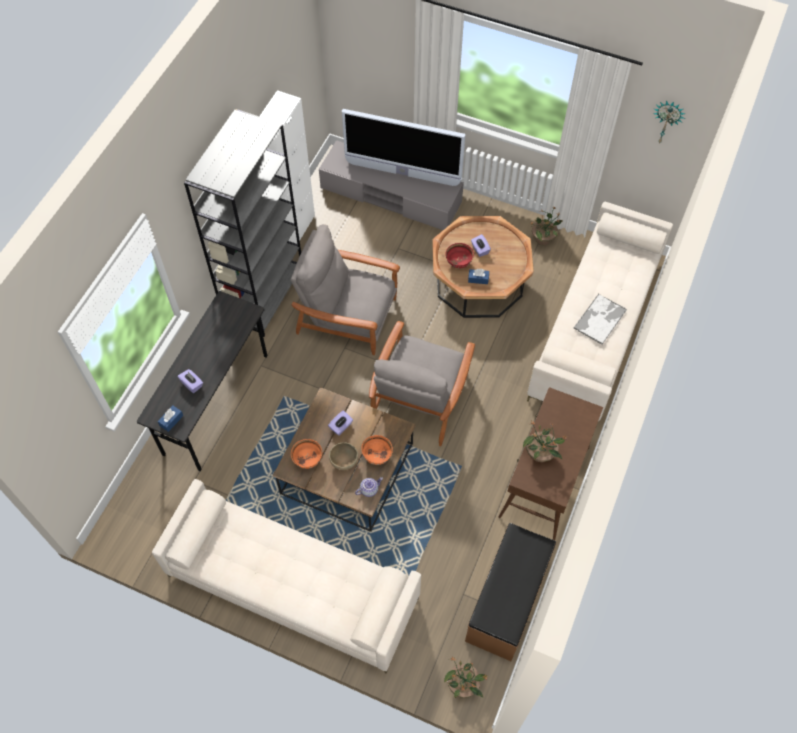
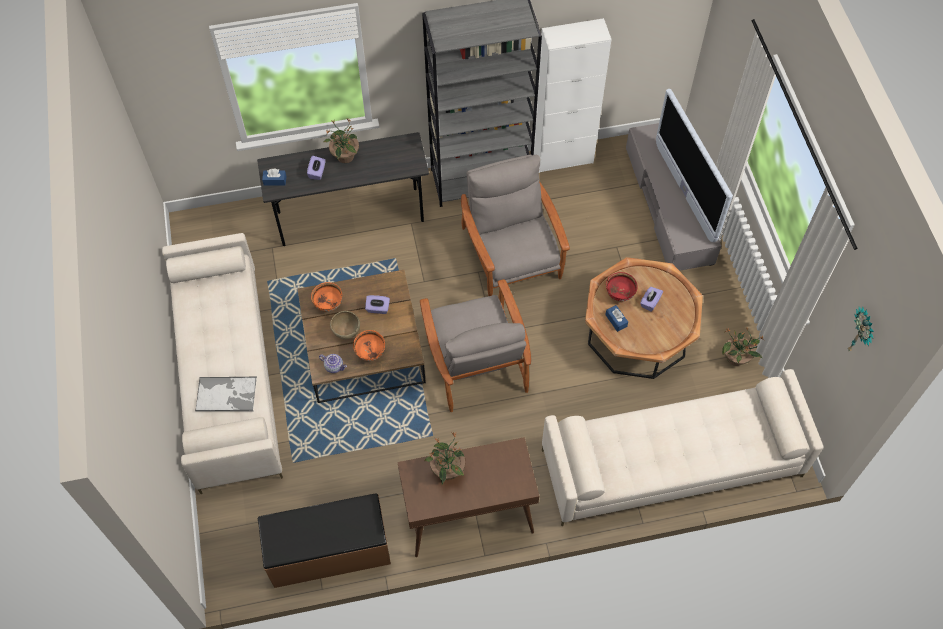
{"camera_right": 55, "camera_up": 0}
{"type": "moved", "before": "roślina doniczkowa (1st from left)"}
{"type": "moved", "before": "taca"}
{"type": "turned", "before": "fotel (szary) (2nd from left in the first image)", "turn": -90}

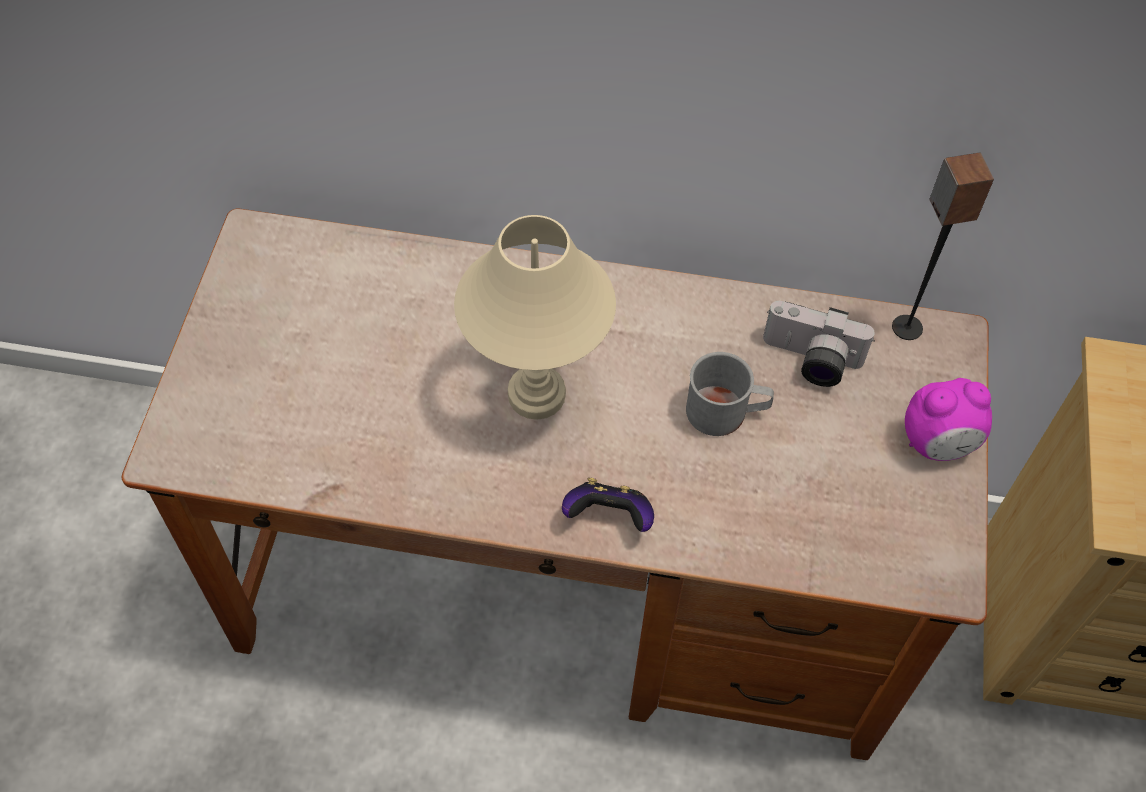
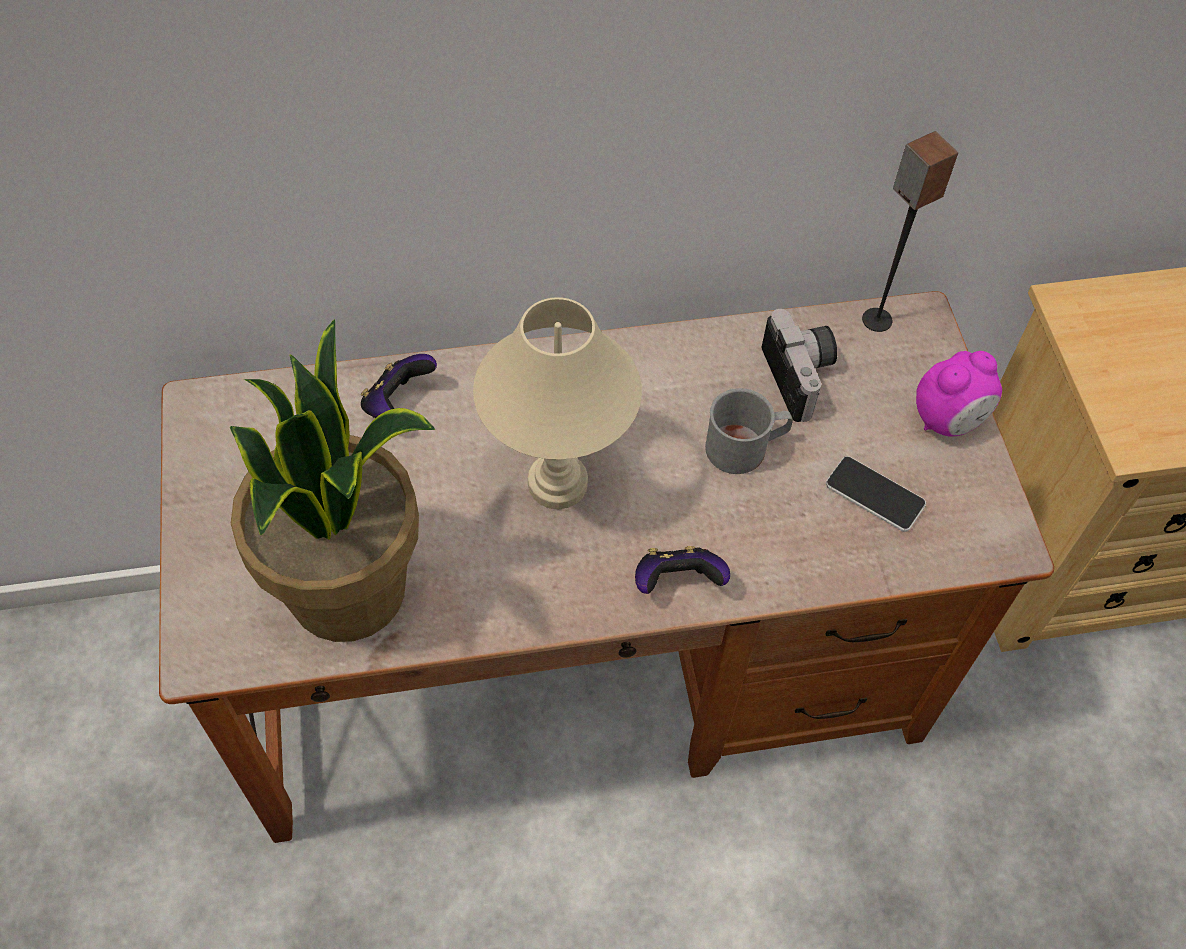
{"camera_right": -20, "camera_up": 0}
{"type": "added", "after": "roślina doniczkowa"}
{"type": "added", "after": "pad do gier (1st from left)"}
{"type": "added", "after": "telefon"}
{"type": "turned", "before": "aparat fotograficzny", "turn": -105}

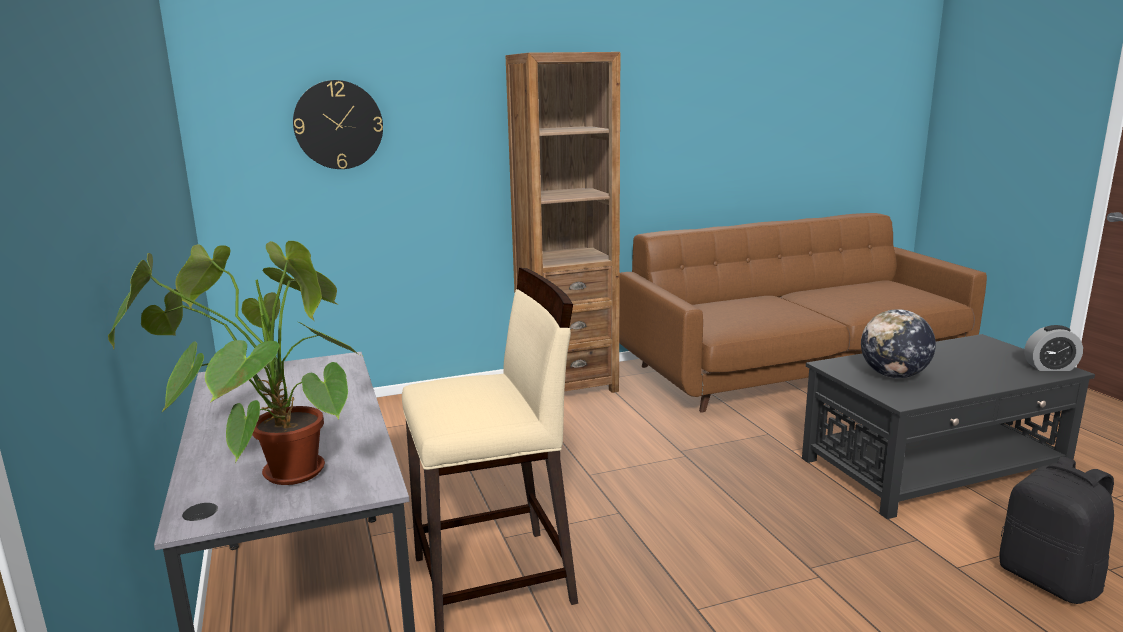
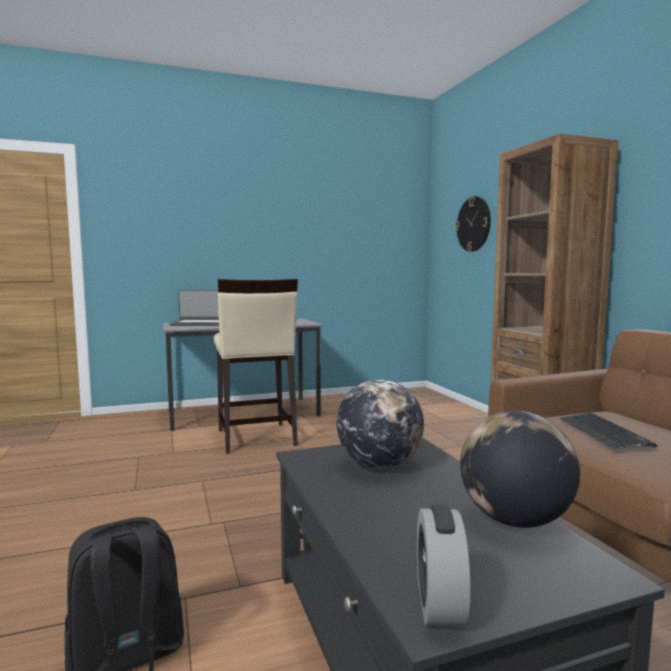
{"camera_right": 90, "camera_up": -10}
{"type": "added", "after": "globus (2nd from left)"}
{"type": "added", "after": "klawiatura"}
{"type": "replaced", "before": "roślina doniczkowa", "after": "laptop"}

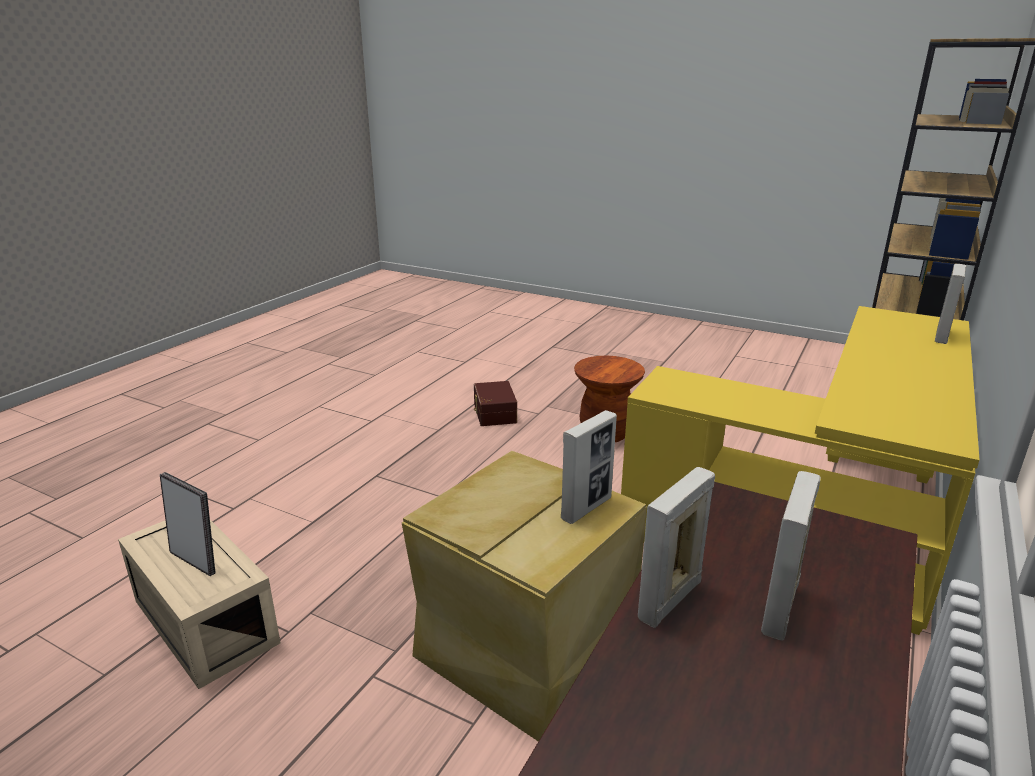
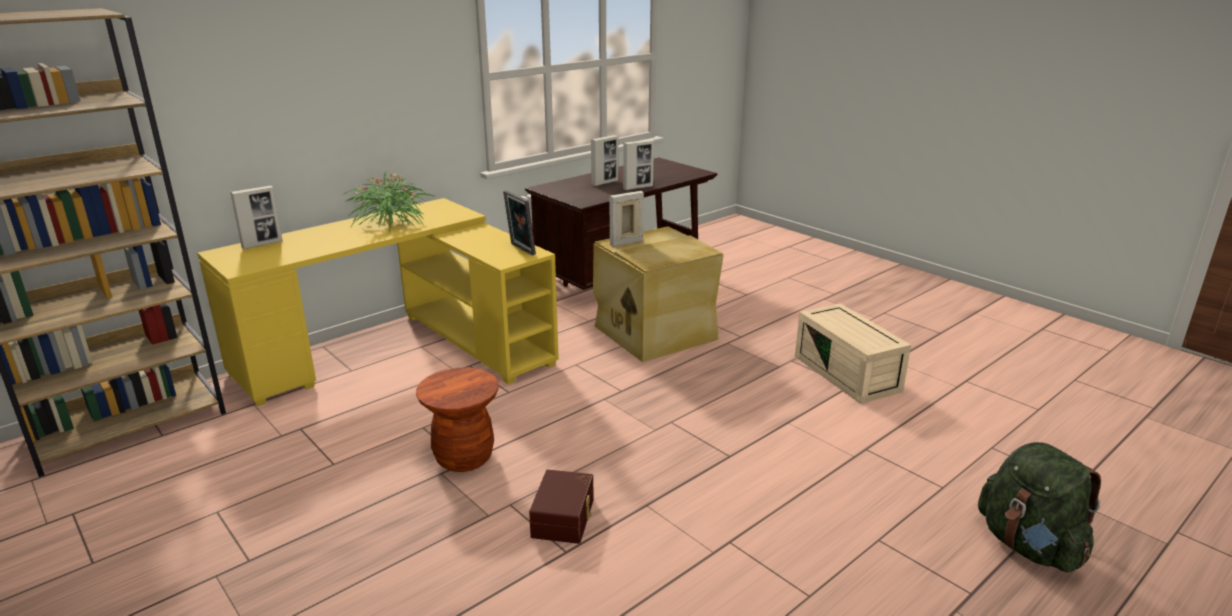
{"camera_right": -160, "camera_up": 0}
{"type": "added", "after": "roślina doniczkowa"}
{"type": "added", "after": "plecak (zielony)"}
{"type": "moved", "before": "ramka na zdjęcie (1st from left in the first image)", "after": "ramka na zdjęcie (2nd from left)"}

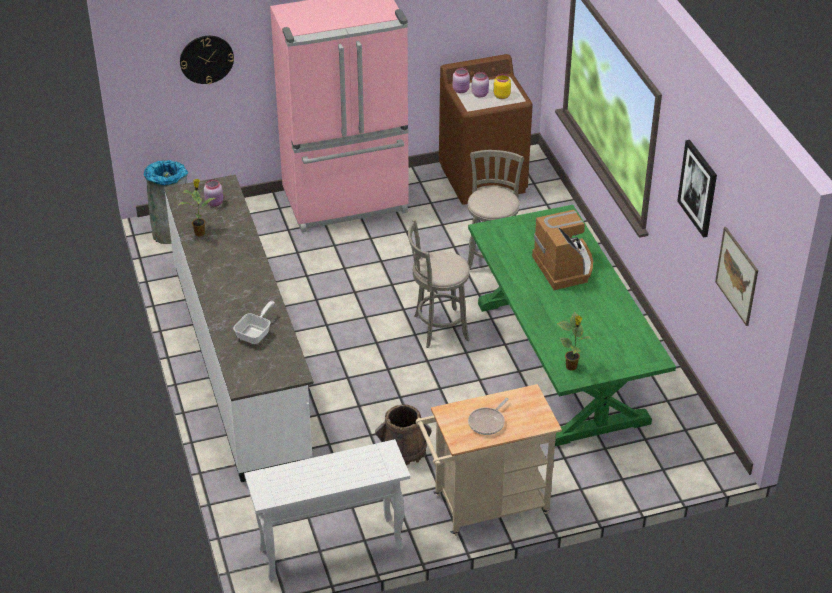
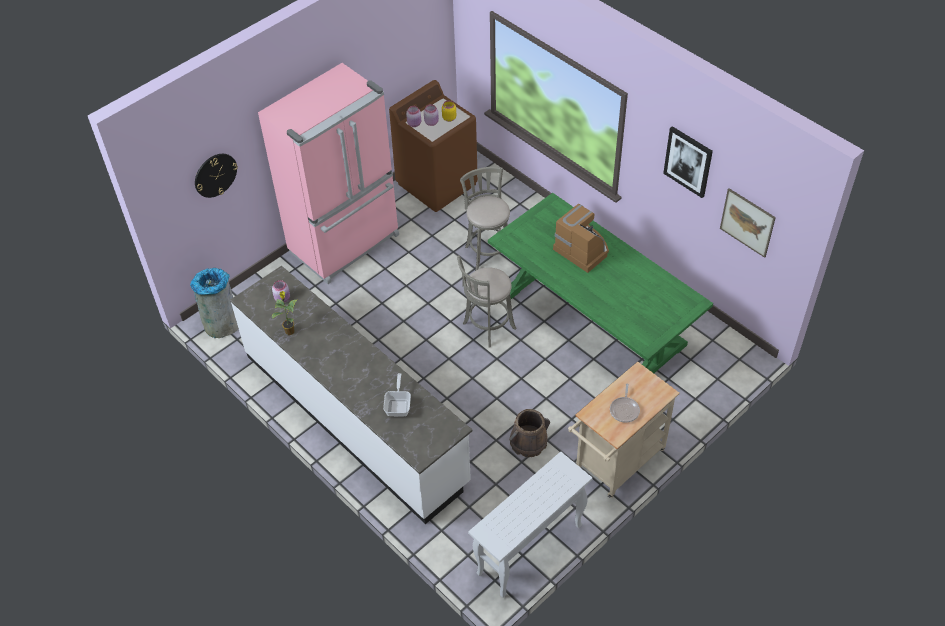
{"camera_right": -25, "camera_up": 10}
{"type": "removed", "before": "roślina doniczkowa (2nd from left)"}

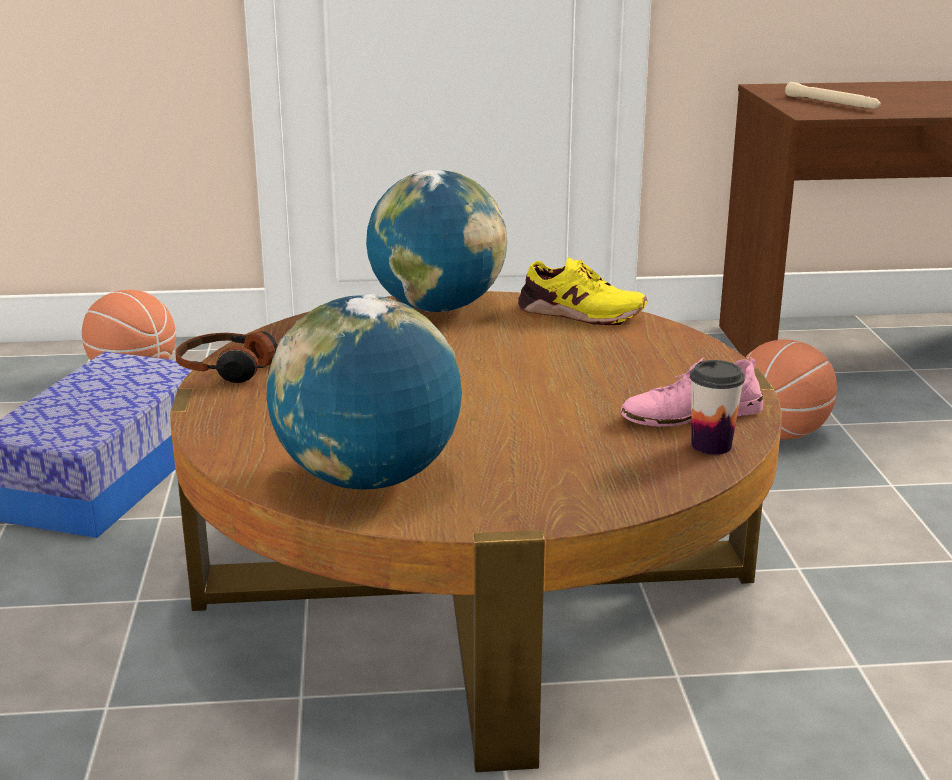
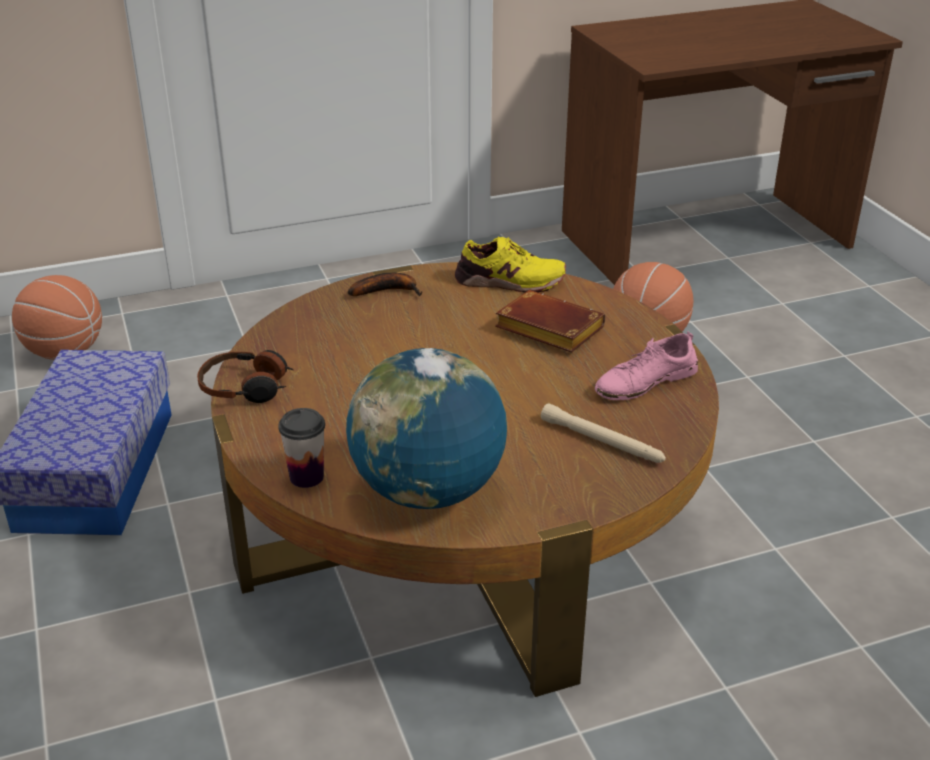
{"camera_right": -15, "camera_up": 10}
{"type": "added", "after": "książka (brązowy)"}
{"type": "moved", "before": "filiżanka"}
{"type": "moved", "before": "latarka (beżowy)"}
{"type": "replaced", "before": "globus (2nd from left)", "after": "banan"}

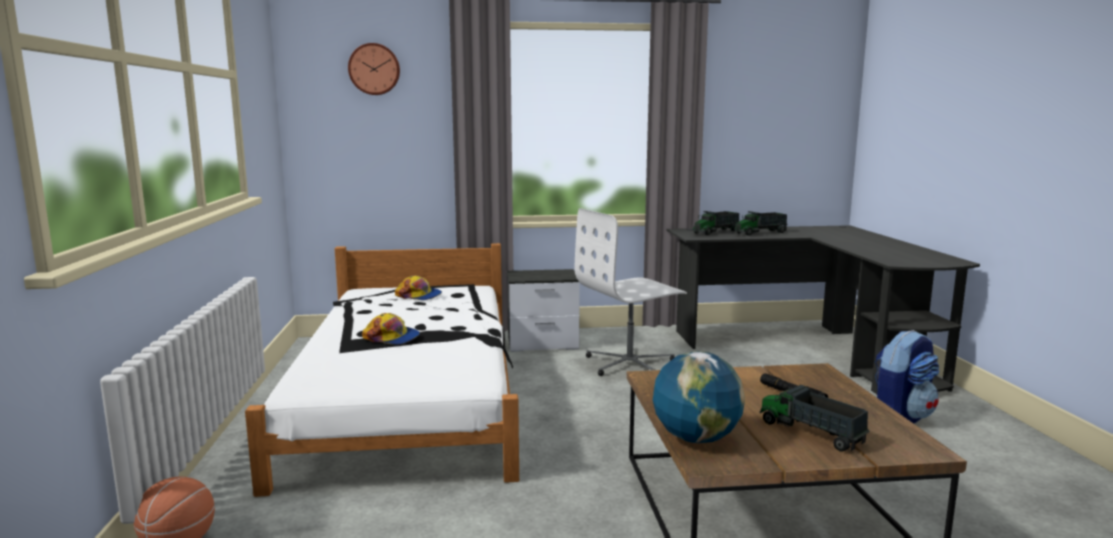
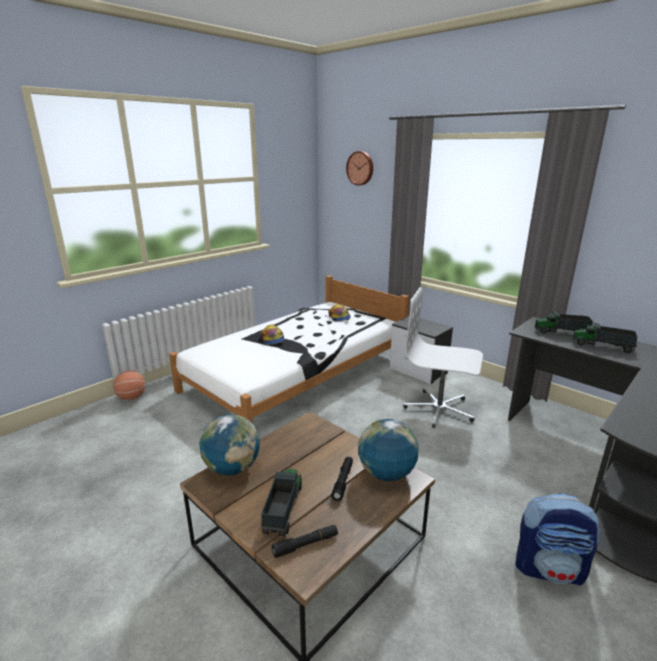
{"camera_right": 50, "camera_up": 10}
{"type": "added", "after": "latarka (czarny) (1st from left)"}
{"type": "added", "after": "globus (2nd from left)"}

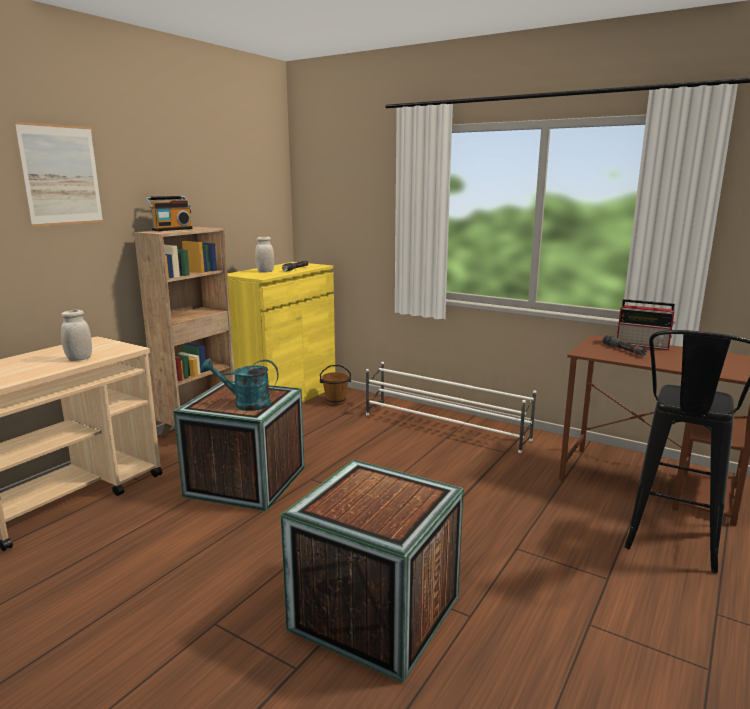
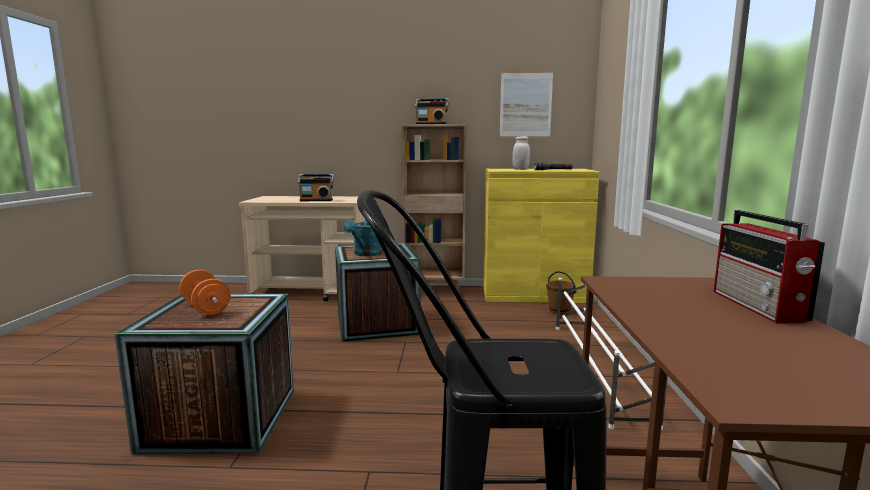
{"camera_right": 60, "camera_up": -5}
{"type": "removed", "before": "latarka (czarny) (2nd from left)"}
{"type": "added", "after": "hantel (pomarańczowy)"}
{"type": "moved", "before": "obraz"}
{"type": "replaced", "before": "słoik (biały) (1st from left)", "after": "radio (1st from left)"}
{"type": "turned", "before": "konewka (turkusowy)", "turn": -135}

